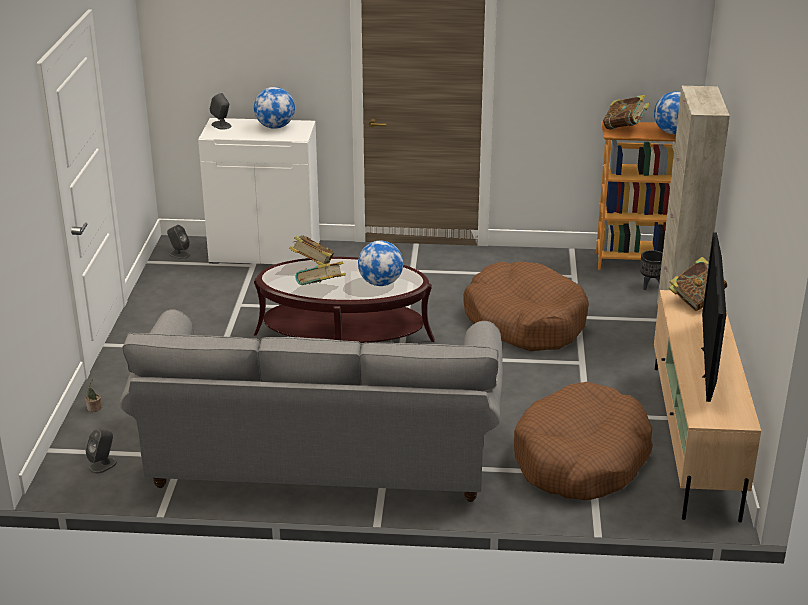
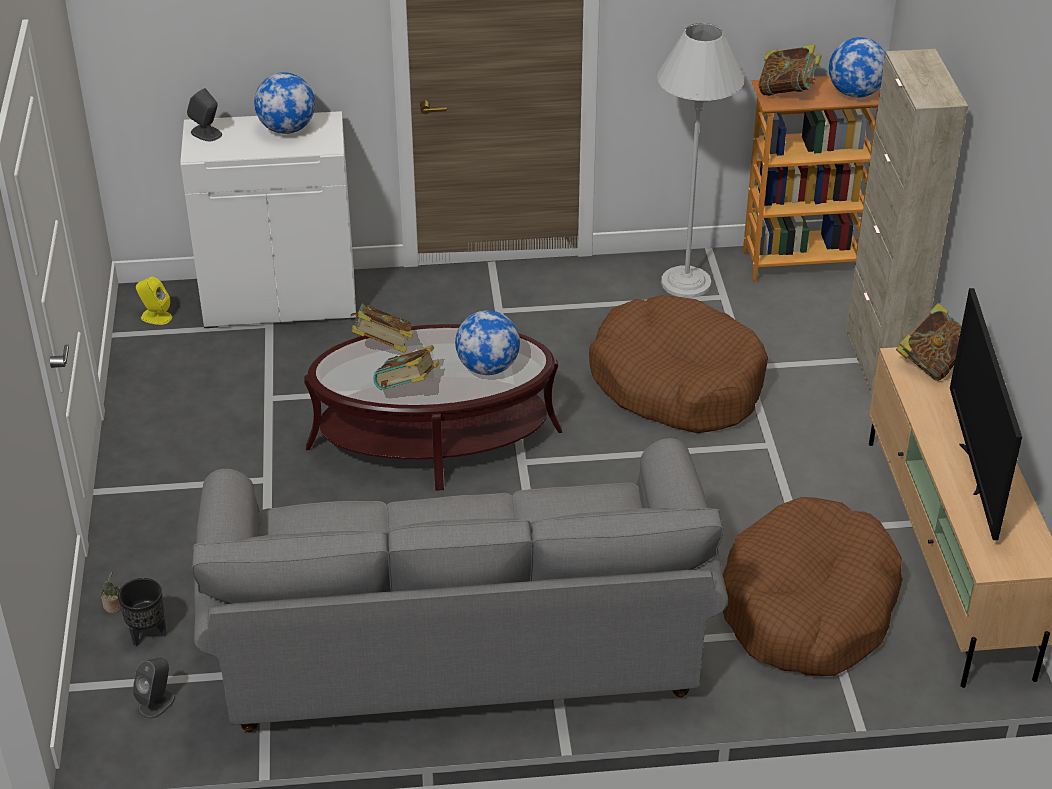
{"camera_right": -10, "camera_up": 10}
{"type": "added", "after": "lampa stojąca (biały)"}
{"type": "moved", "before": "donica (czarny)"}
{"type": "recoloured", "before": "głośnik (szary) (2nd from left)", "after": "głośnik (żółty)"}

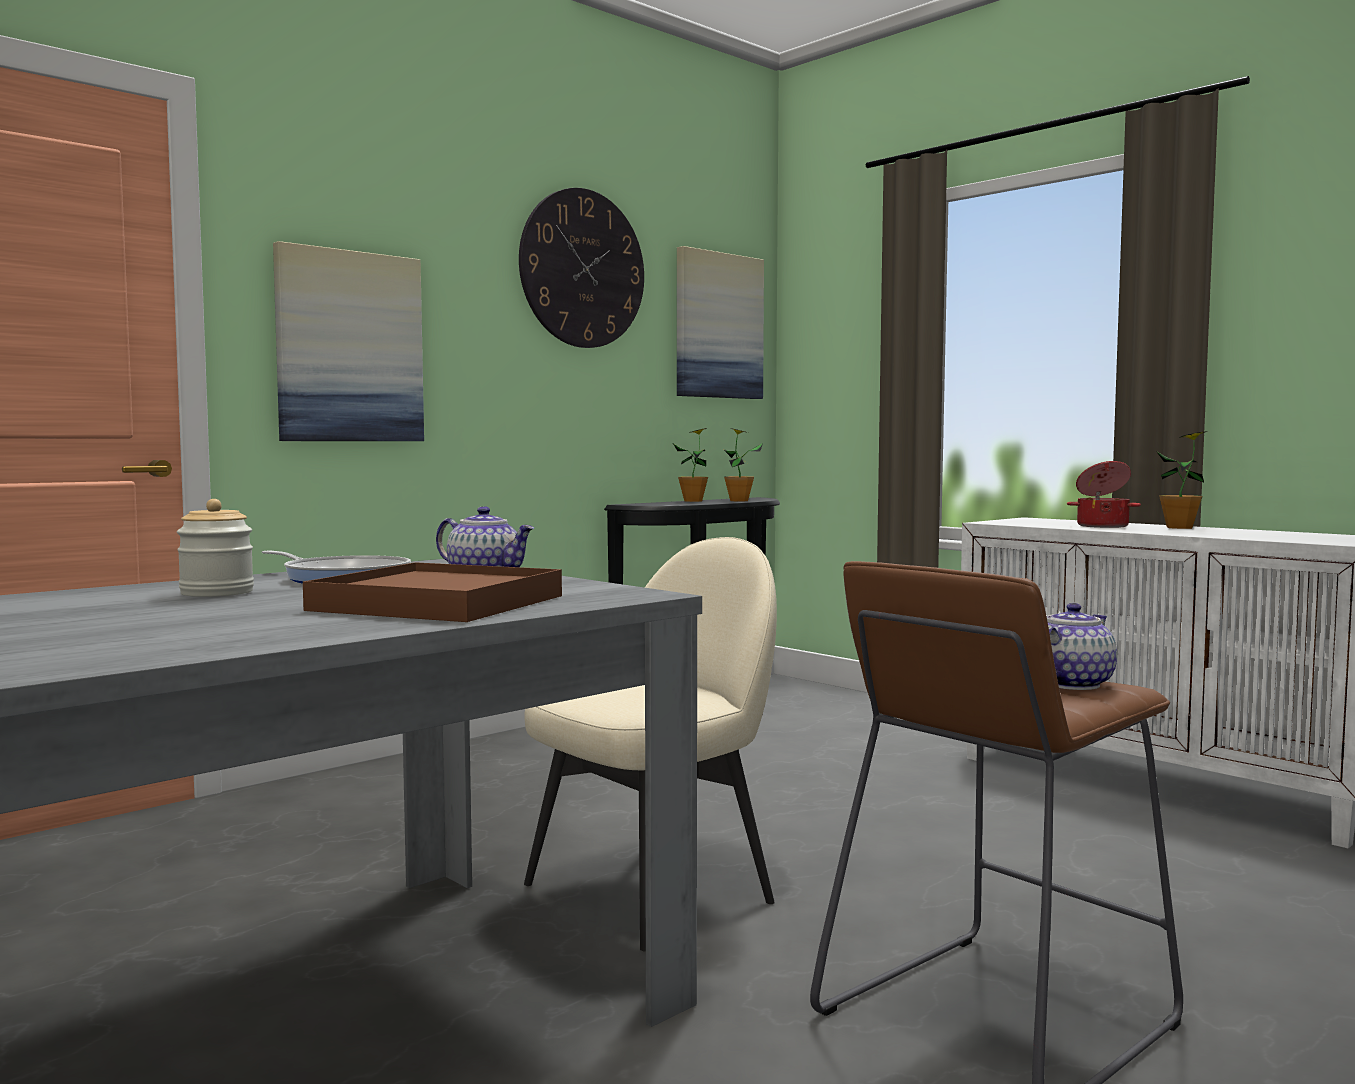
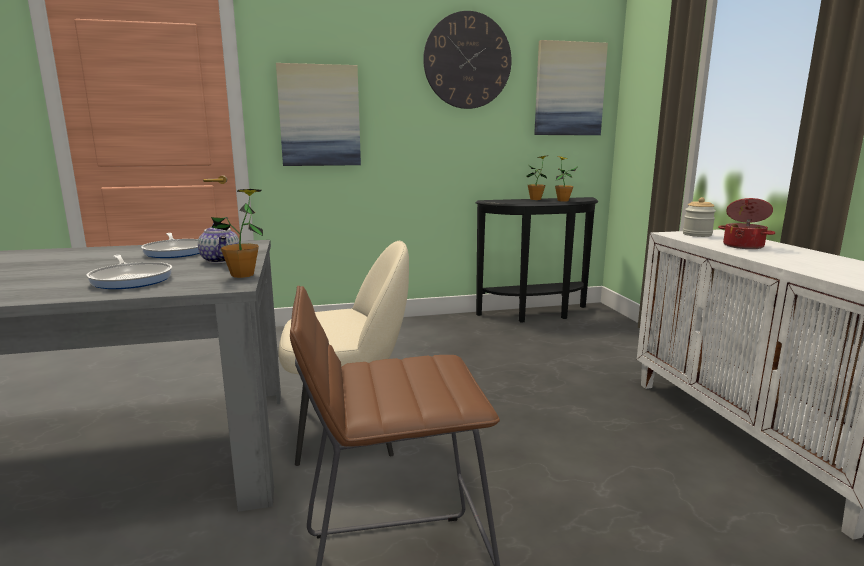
{"camera_right": 30, "camera_up": 10}
{"type": "removed", "before": "imbryk (2nd from left)"}
{"type": "moved", "before": "słoik"}
{"type": "moved", "before": "roślina doniczkowa (3rd from left in the first image)", "after": "roślina doniczkowa (1st from left)"}
{"type": "replaced", "before": "taca (brązowy)", "after": "patelnia (1st from left)"}

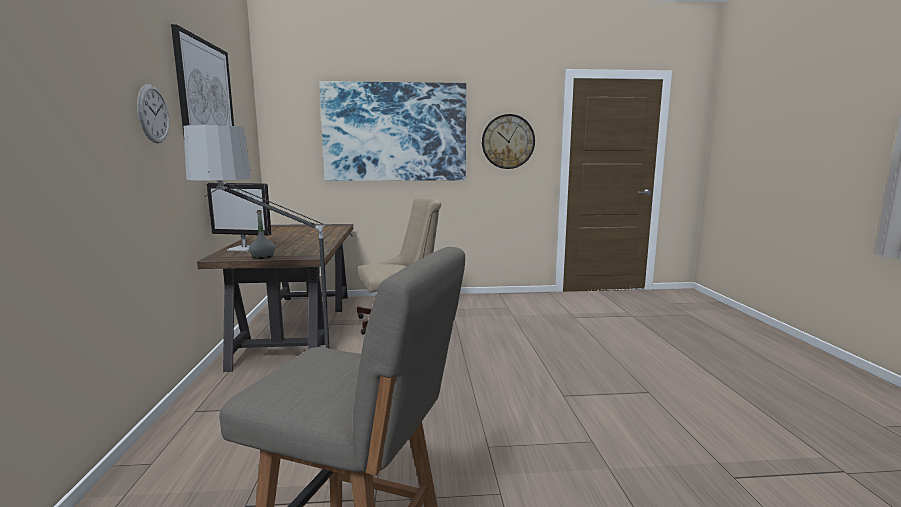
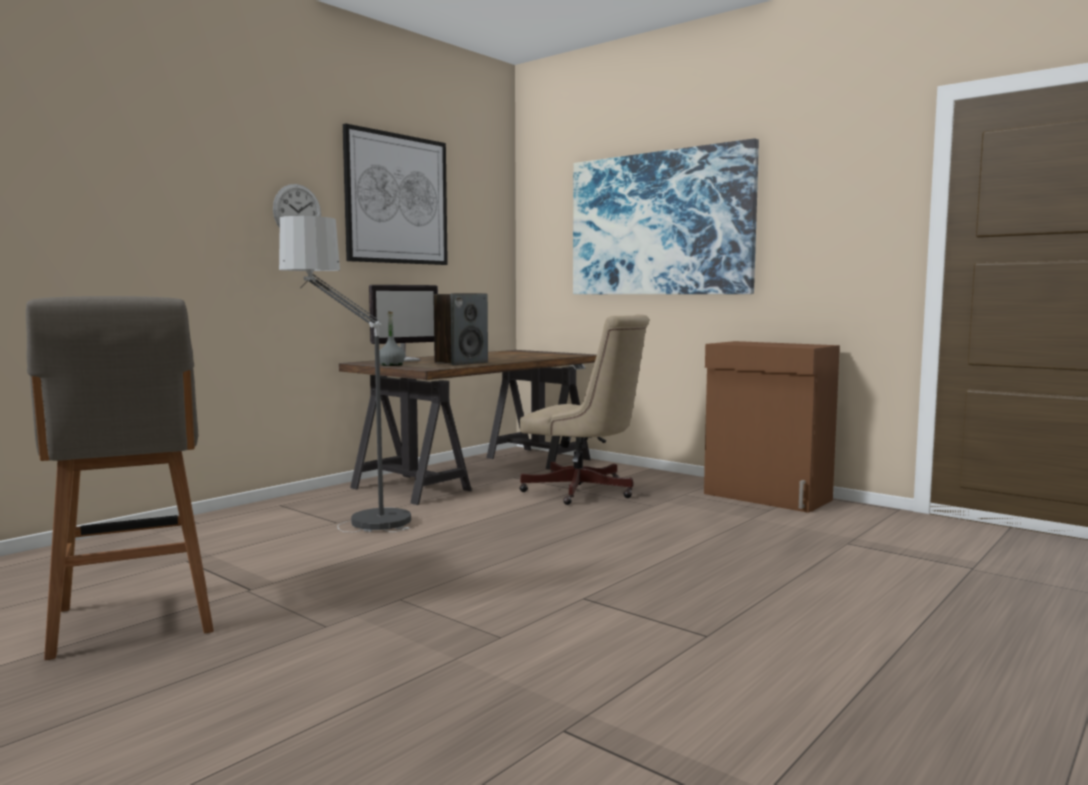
{"camera_right": 45, "camera_up": -5}
{"type": "removed", "before": "zegar ścienny (2nd from left)"}
{"type": "added", "after": "głośnik"}
{"type": "added", "after": "szafka (brązowy)"}
{"type": "turned", "before": "monitor", "turn": -90}

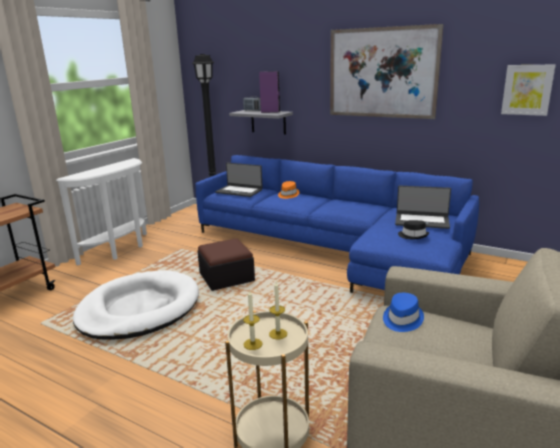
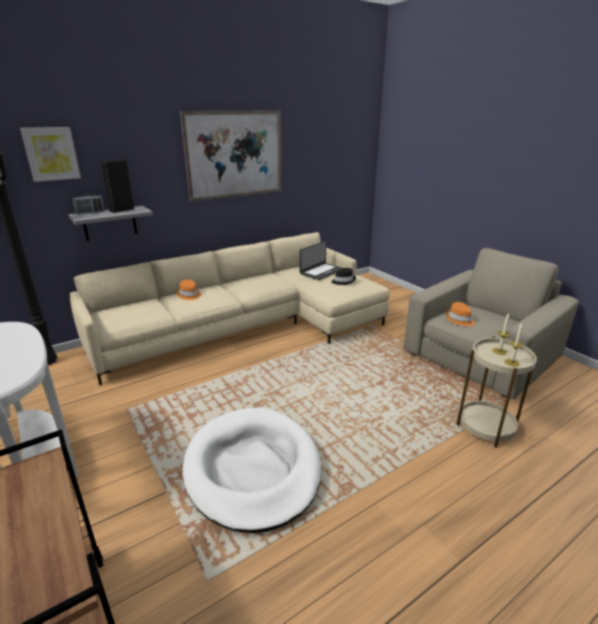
{"camera_right": -65, "camera_up": 5}
{"type": "removed", "before": "pufa"}
{"type": "removed", "before": "laptop (1st from left)"}
{"type": "moved", "before": "obraz (2nd from left in the first image)", "after": "obraz (1st from left)"}
{"type": "recoloured", "before": "kanapa (niebieski)", "after": "kanapa (beżowy)"}
{"type": "recoloured", "before": "głośnik (fioletowy)", "after": "głośnik (czarny)"}
{"type": "recoloured", "before": "kapelusz (niebieski)", "after": "kapelusz (pomarańczowy) (2nd from left)"}

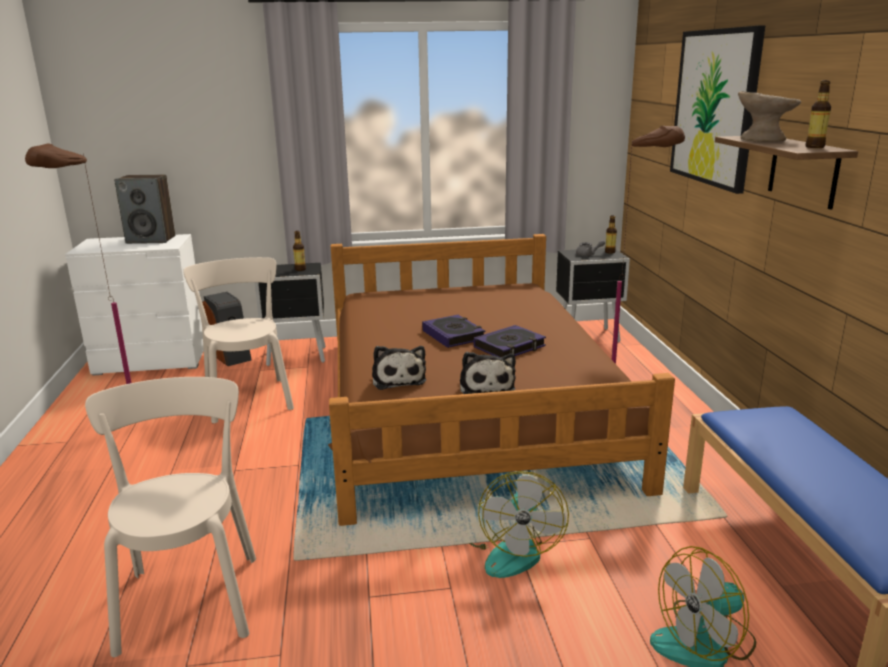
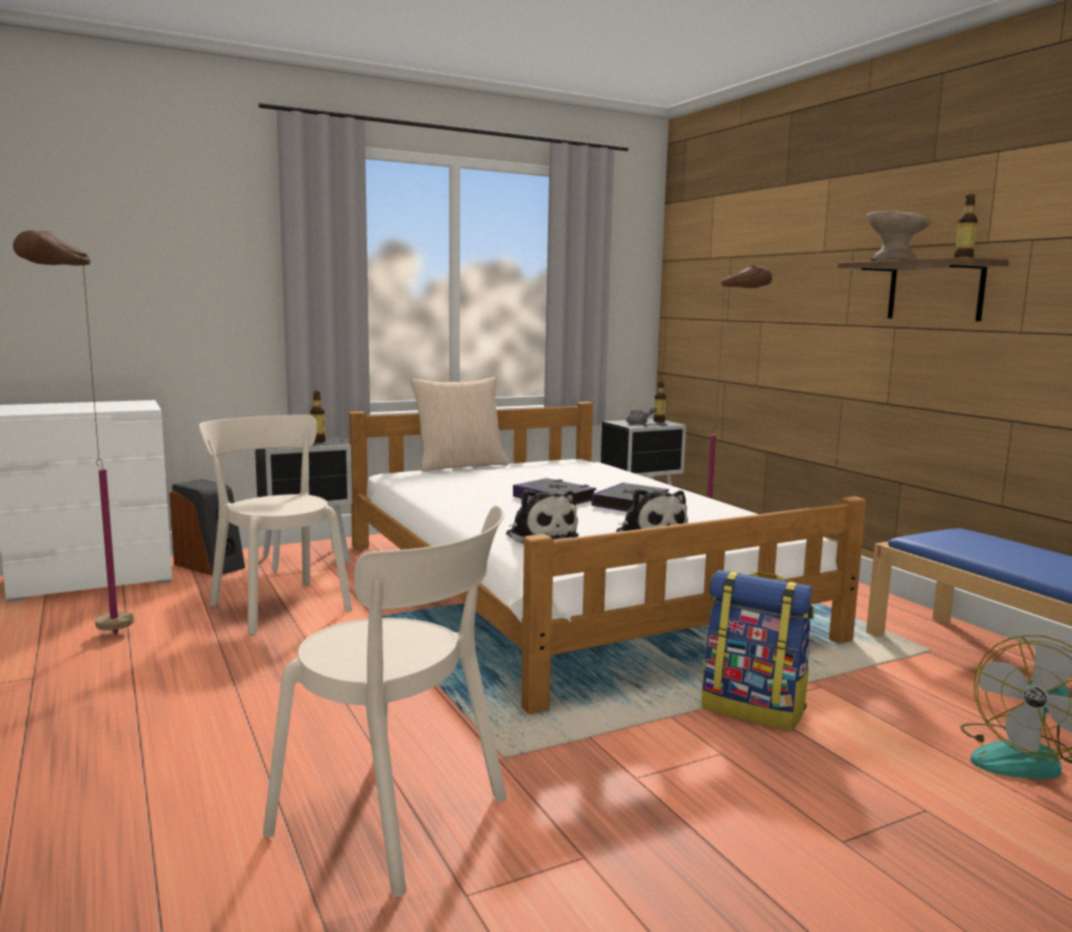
{"camera_right": -20, "camera_up": -10}
{"type": "removed", "before": "głośnik (1st from left)"}
{"type": "removed", "before": "obraz"}
{"type": "added", "after": "poduszka (beżowy)"}
{"type": "replaced", "before": "wentylator (1st from left)", "after": "plecak"}
{"type": "recoloured", "before": "łóżko (brązowy)", "after": "łóżko (biały)"}
{"type": "turned", "before": "krzesło (beżowy) (1st from left in the first image)", "turn": 150}

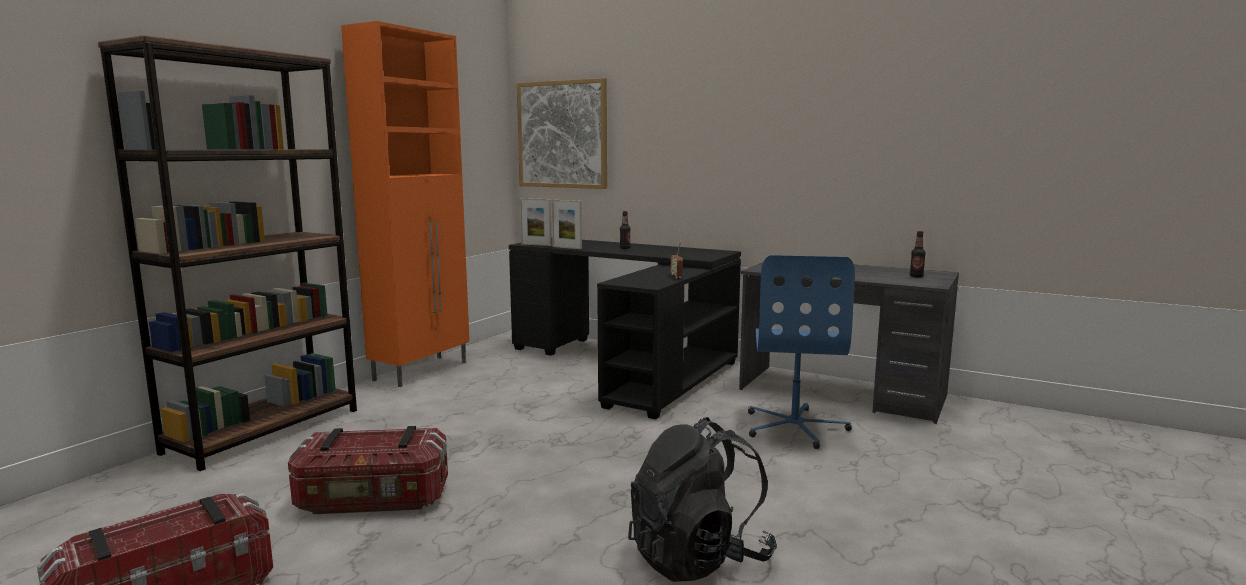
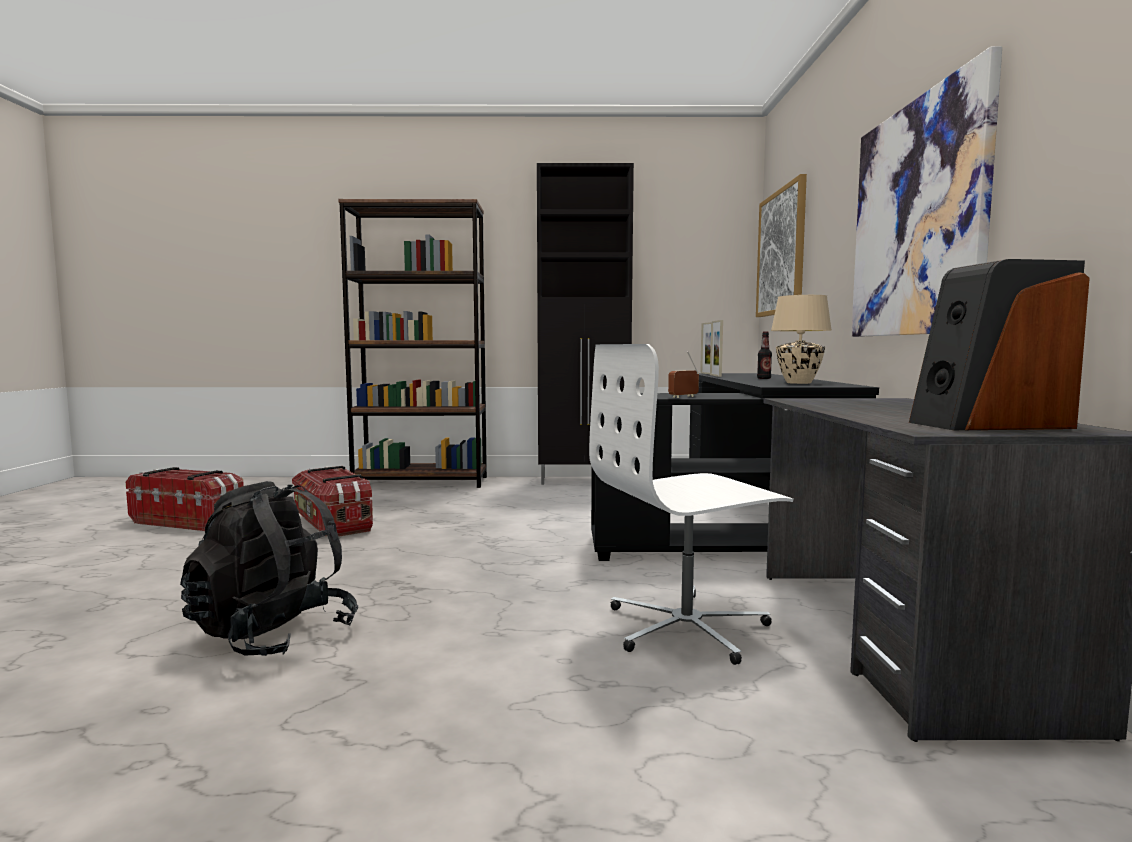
{"camera_right": 60, "camera_up": -5}
{"type": "added", "after": "lampa stołowa (beżowy)"}
{"type": "added", "after": "obraz (2nd from left)"}
{"type": "replaced", "before": "butelka (2nd from left)", "after": "głośnik"}
{"type": "recoloured", "before": "szafka (pomarańczowy)", "after": "szafka (czarny)"}
{"type": "recoloured", "before": "krzesło biurowe (niebieski)", "after": "krzesło biurowe (biały)"}

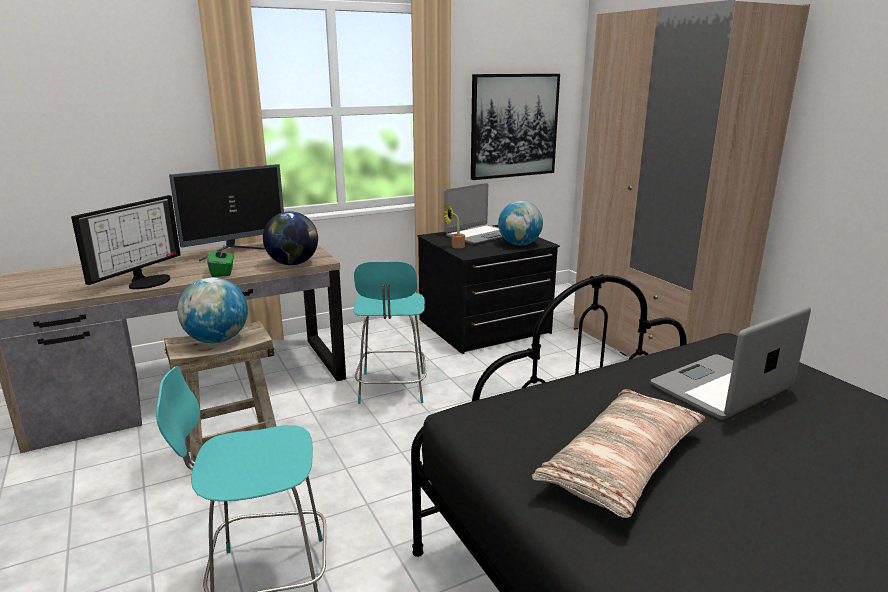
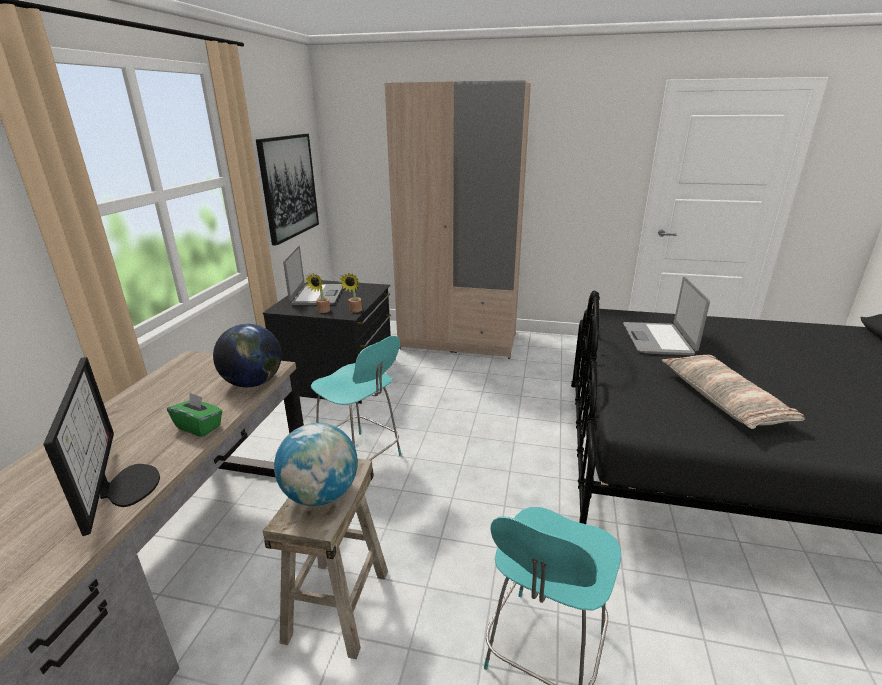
{"camera_right": -50, "camera_up": 5}
{"type": "removed", "before": "monitor (2nd from left)"}
{"type": "removed", "before": "globus (3rd from left)"}
{"type": "added", "after": "roślina doniczkowa (2nd from left)"}

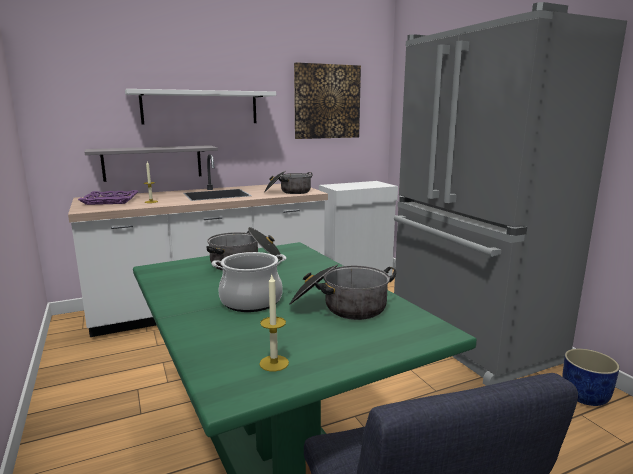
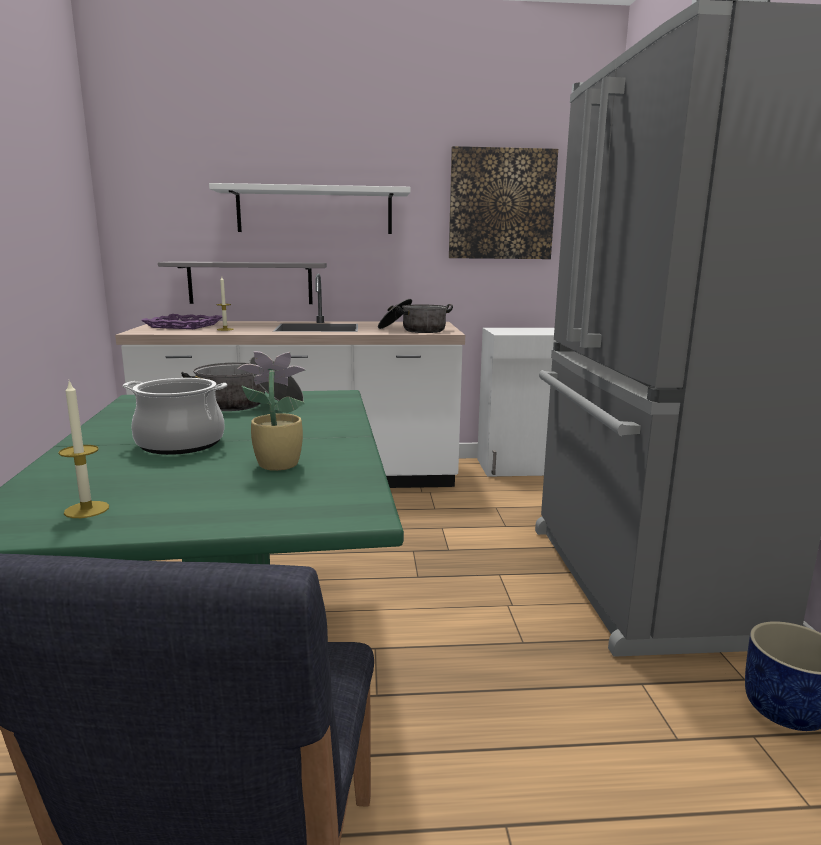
{"camera_right": 20, "camera_up": 0}
{"type": "replaced", "before": "garnek (4th from left)", "after": "roślina doniczkowa"}

